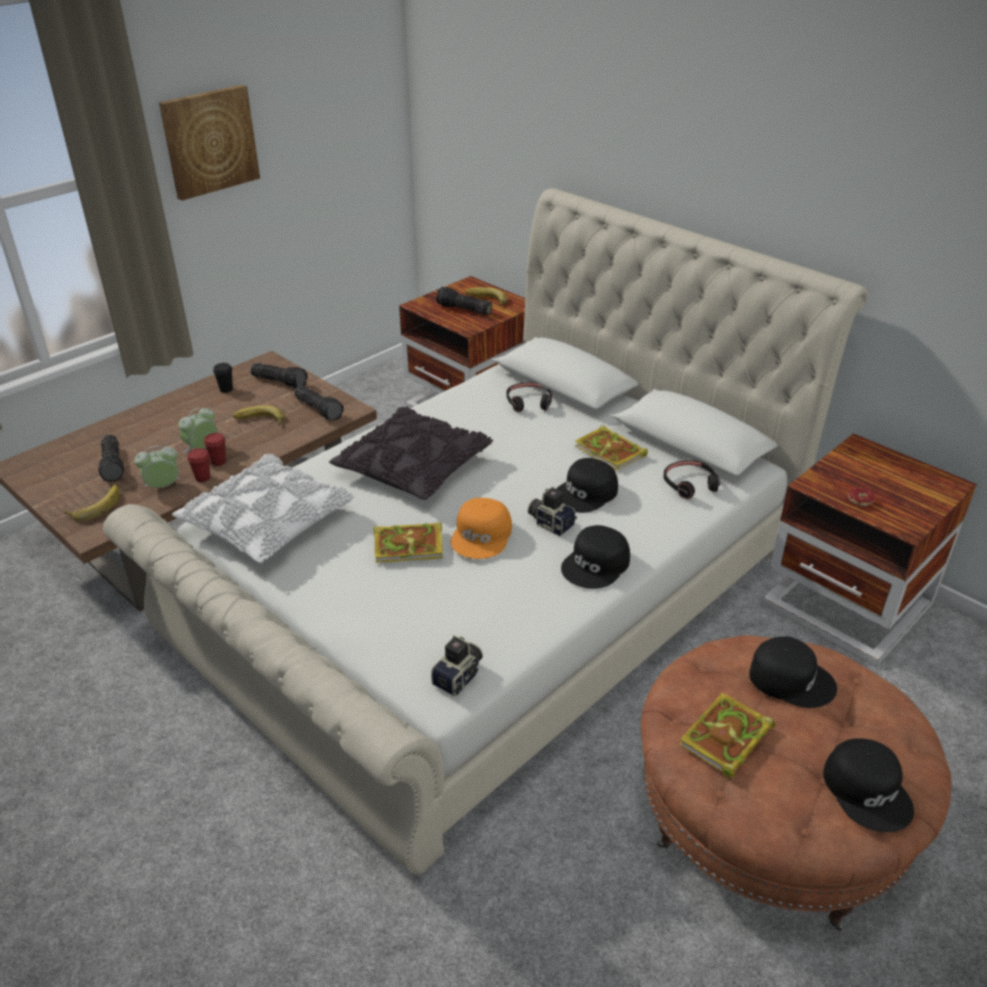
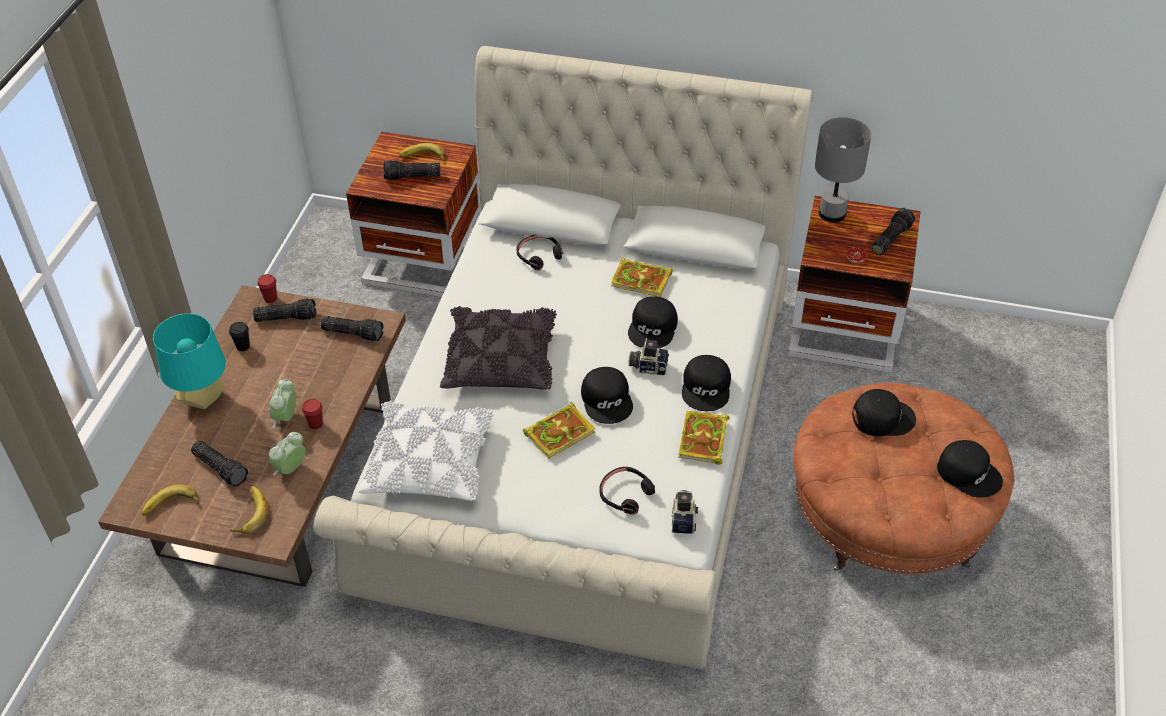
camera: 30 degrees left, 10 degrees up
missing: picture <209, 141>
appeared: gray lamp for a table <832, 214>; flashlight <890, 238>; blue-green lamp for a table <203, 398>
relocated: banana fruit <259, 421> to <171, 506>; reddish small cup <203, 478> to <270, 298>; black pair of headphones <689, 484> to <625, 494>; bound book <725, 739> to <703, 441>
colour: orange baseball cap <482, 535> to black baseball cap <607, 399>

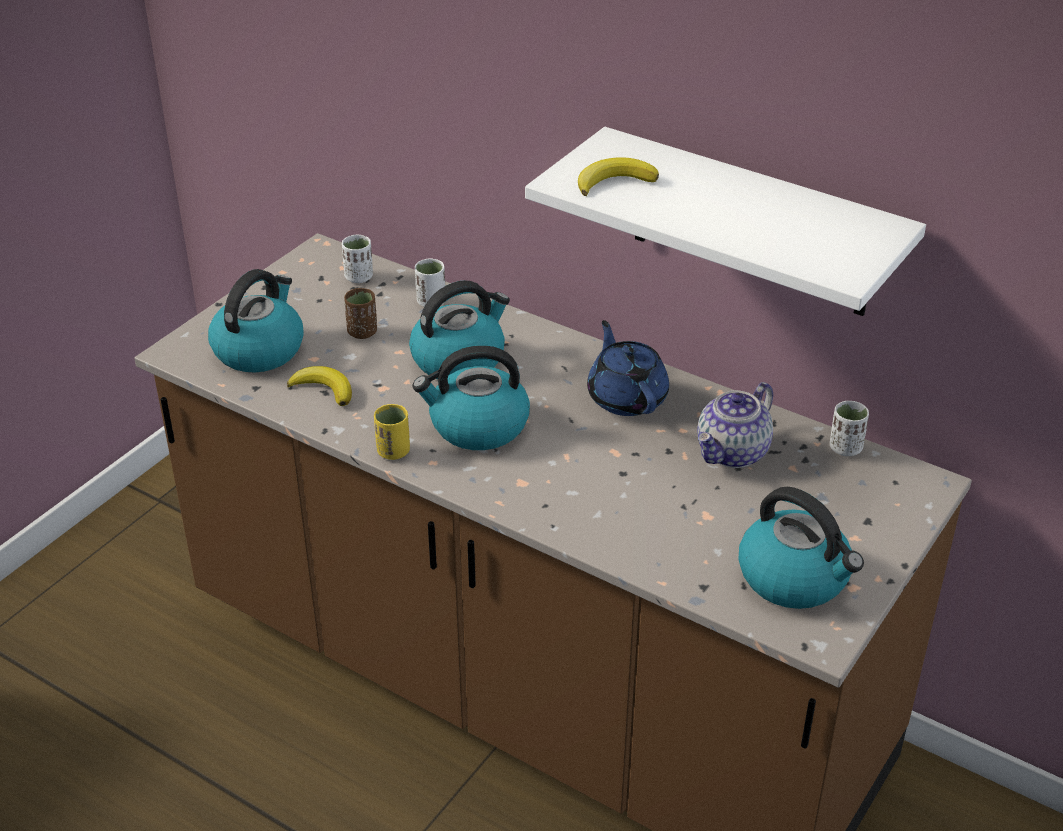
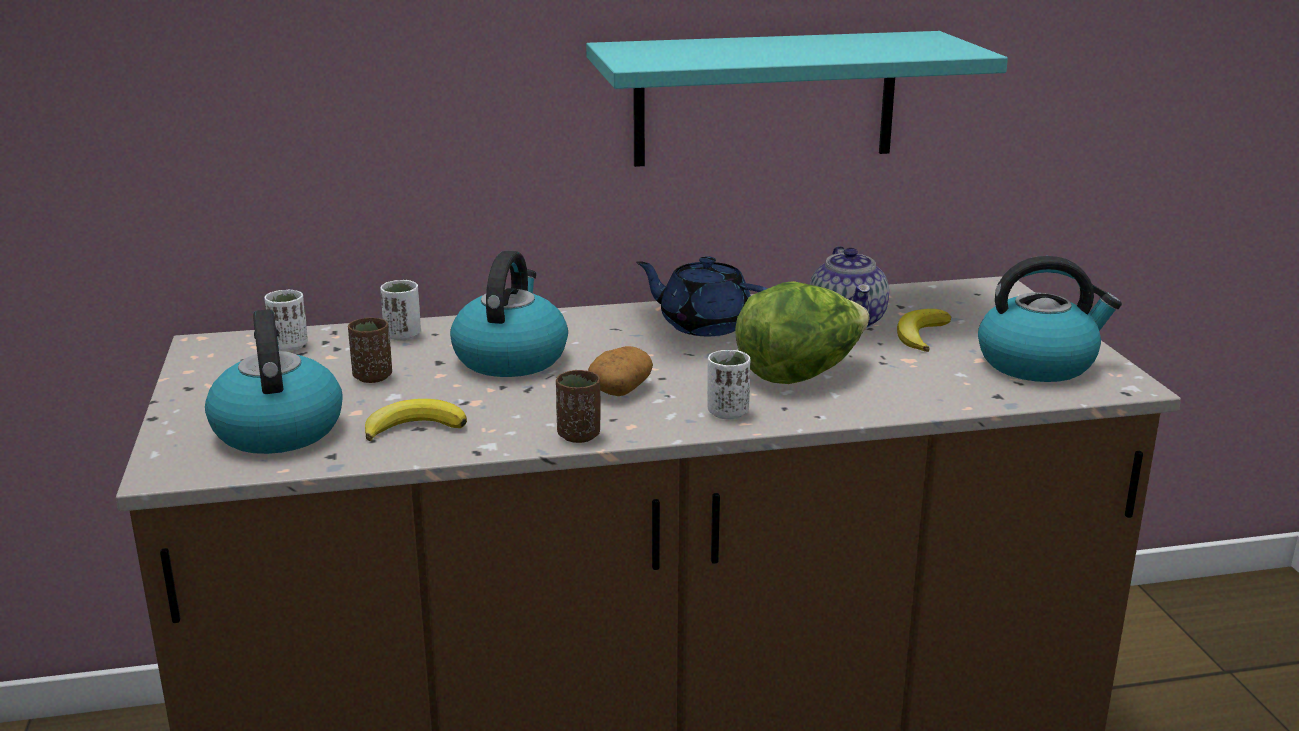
camera: 45 degrees left, 15 degrees down
appeared: lettuce <800, 374>
relocated: banana fruit <614, 182> to <920, 335>; white-coloured small cup <845, 448> to <727, 413>
exchanged: kettle <477, 426> to spud <620, 388>
colour: white-coloured wall shelf <751, 224> to blue-green wall shelf <765, 98>; yellowish small cup <393, 451> to brownish small cup <579, 435>

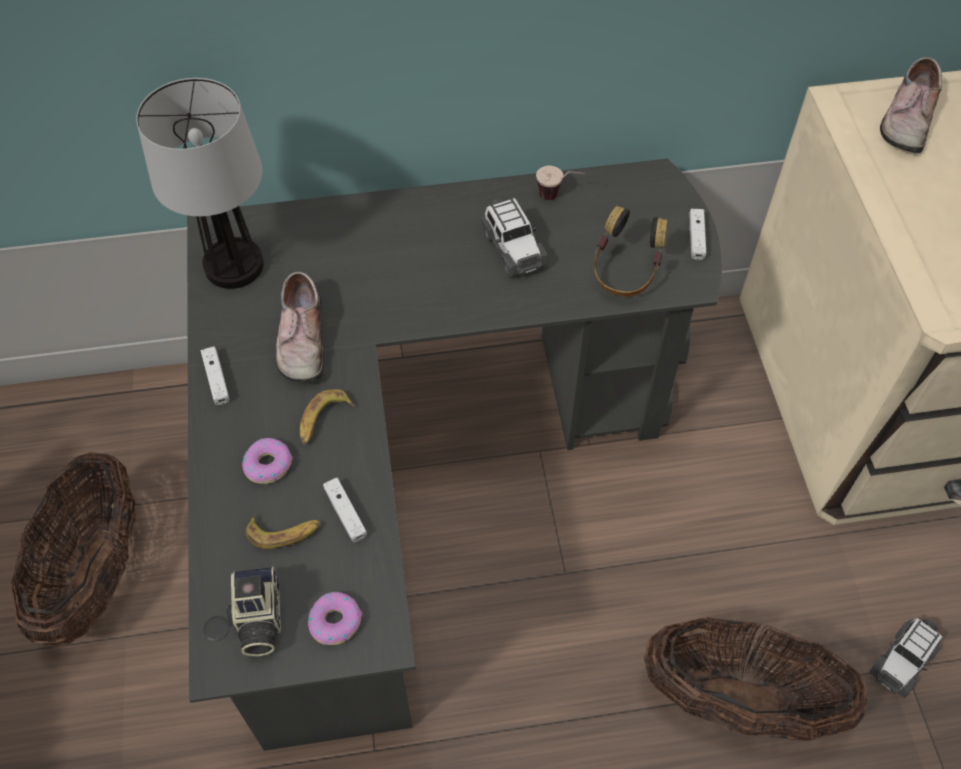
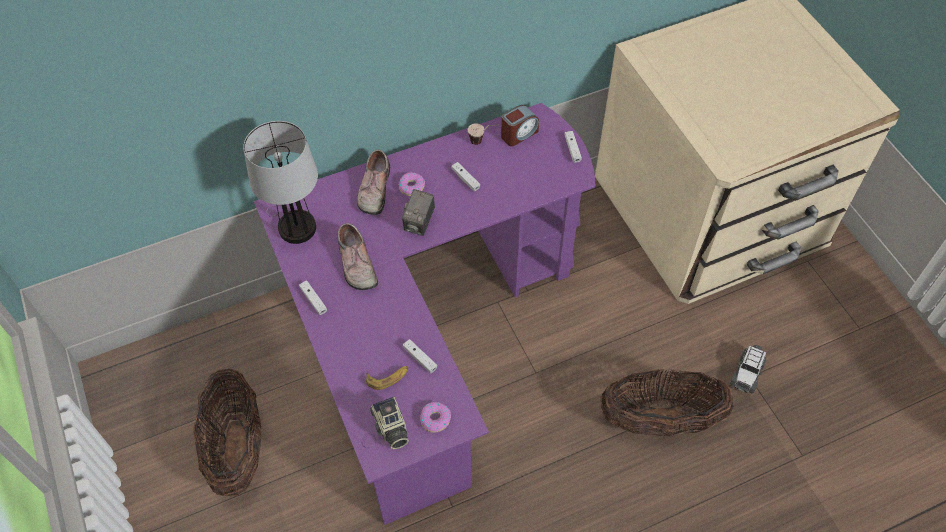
camera: 15 degrees left, 0 degrees up
missing: pair of headphones <625, 273>; banana fruit <323, 420>
appeared: bedside clock <519, 134>; still camera <419, 223>
relocated: shoe <905, 118> to <373, 189>; ring doughnut <267, 464> to <411, 186>
exchanged: model car <513, 248> to white-coloured joypad <465, 179>
colour: black desk unit <418, 472> to purple-coloured desk unit <425, 333>

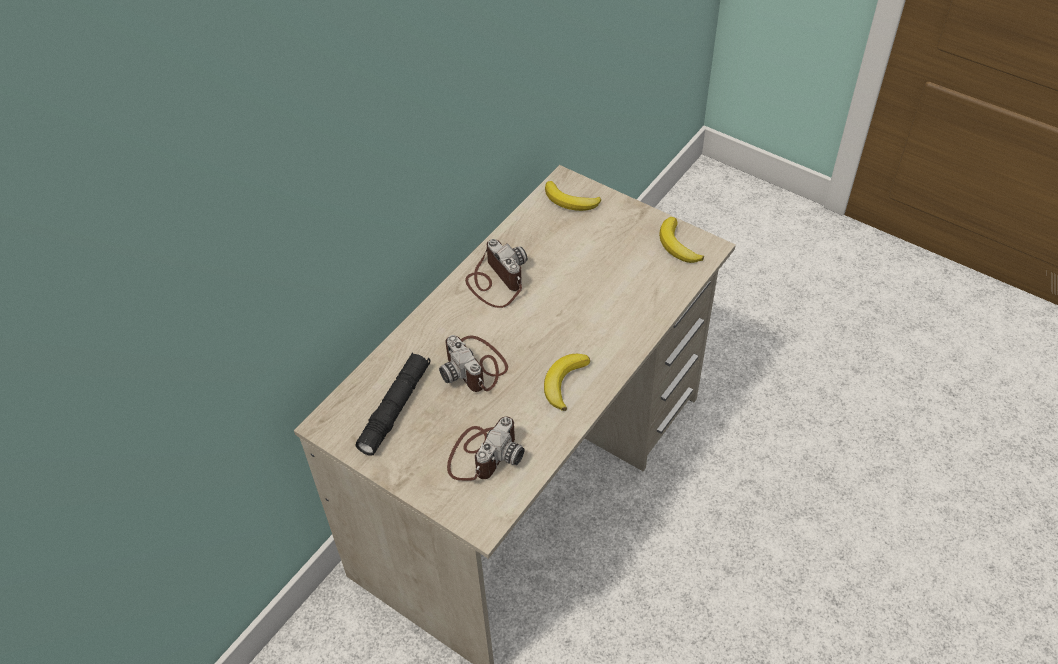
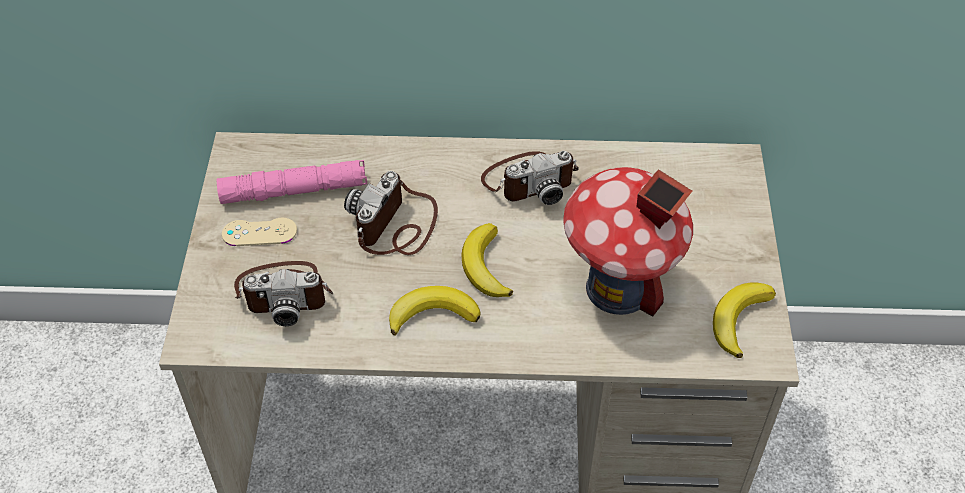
camera: 55 degrees right, 0 degrees up
appeared: toy house <618, 288>; beige joypad <259, 232>
relocated: banana fruit <570, 201> to <485, 266>
colour: black flashlight <395, 408> to pink flashlight <294, 190>
spun: still camera <495, 281> = <529, 180> 45 degrees clockwise

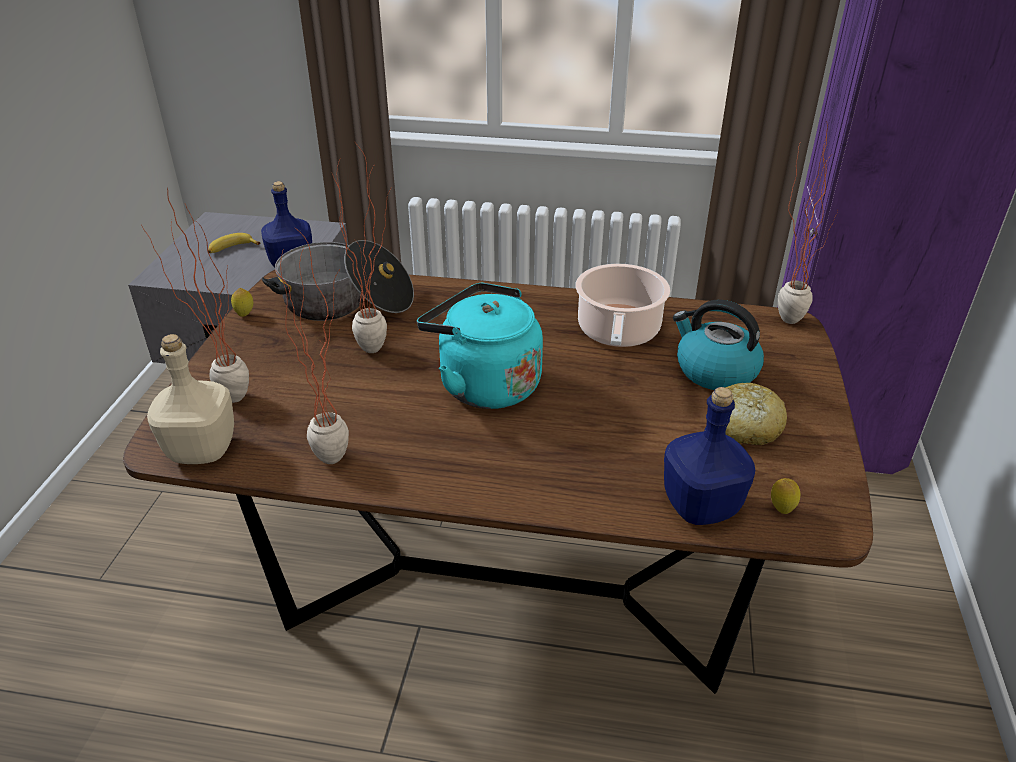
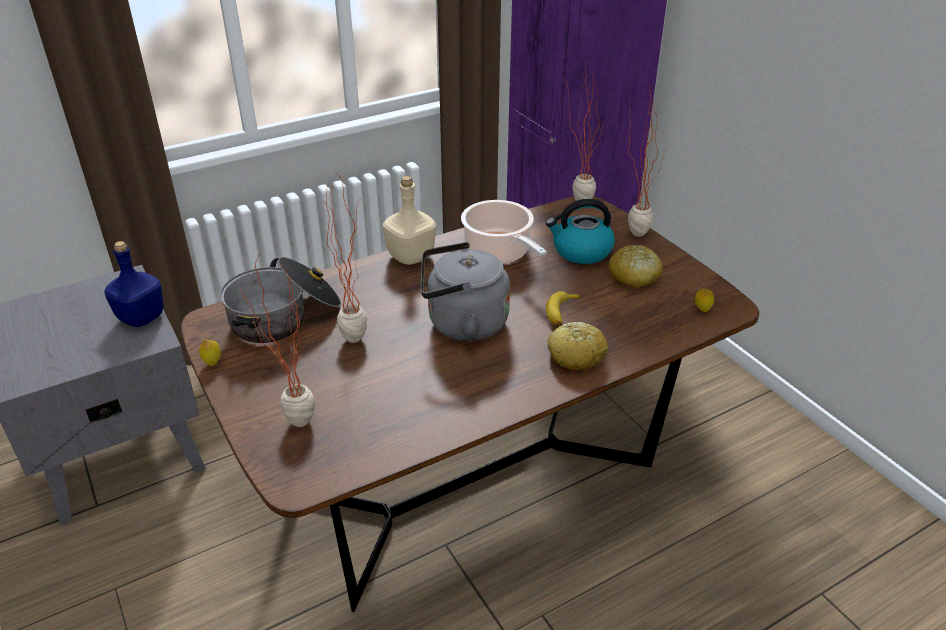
camera: 40 degrees left, 0 degrees up
missing: blue beverage bottle <699, 507>
appeared: baked bread <576, 355>
relocated: potted plant <337, 450> to <633, 230>; banana fruit <232, 249> to <562, 313>; beige beverage bottle <203, 449> to <411, 256>
colour: blue-green kettle <484, 384> to gray kettle <462, 324>

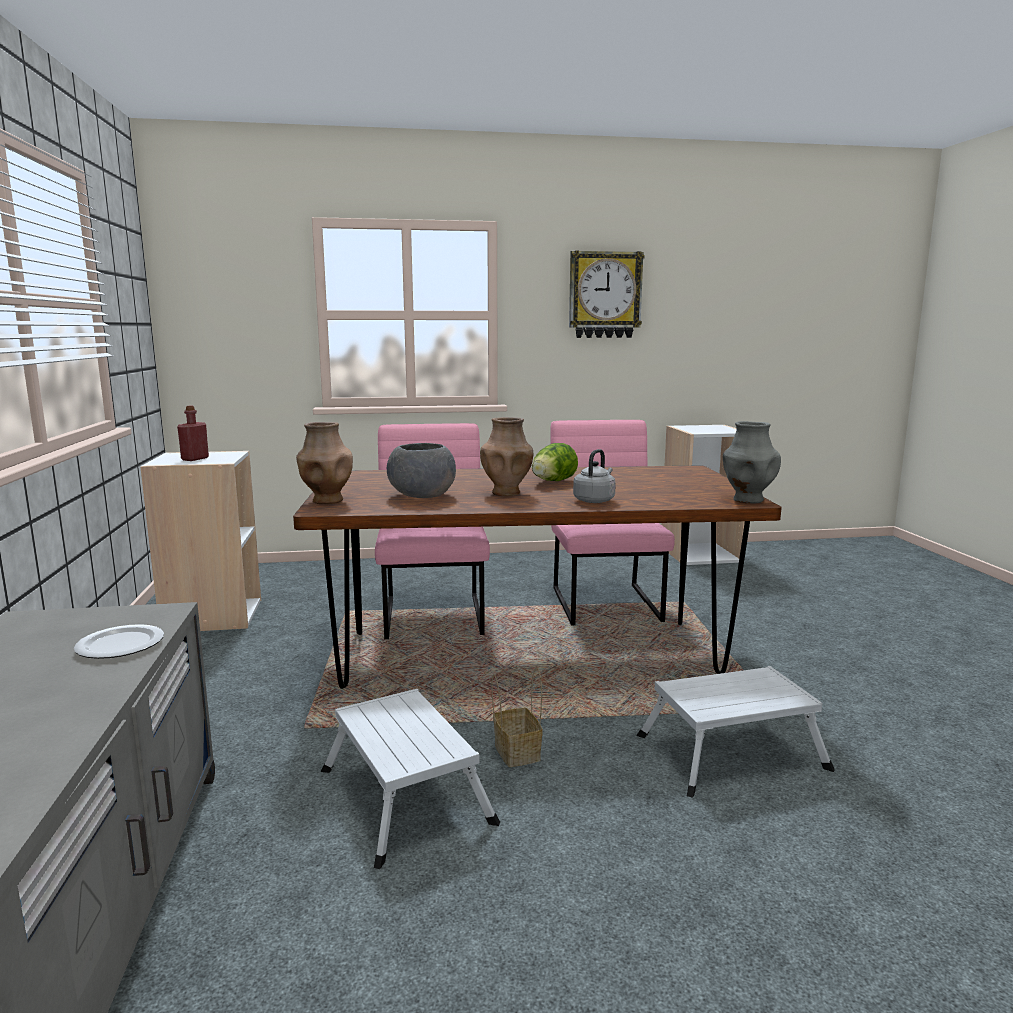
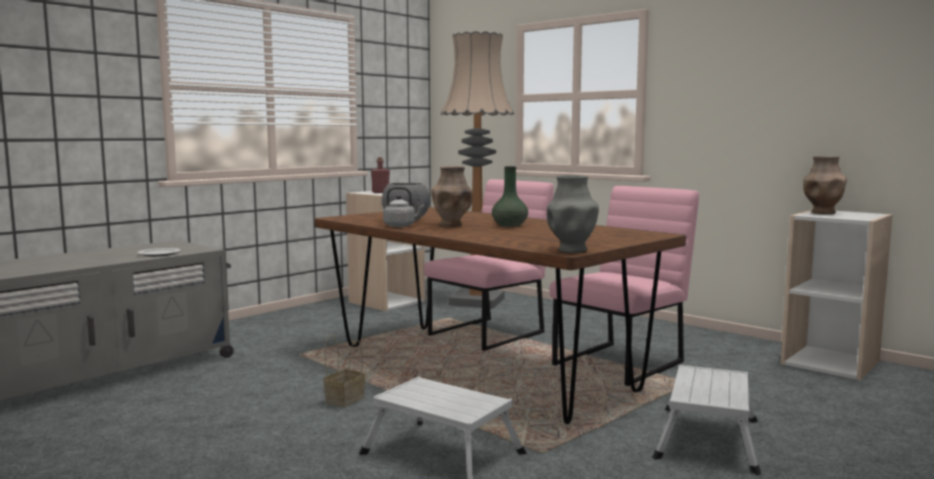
camera: 50 degrees right, 5 degrees down
missing: hanging clock <604, 295>
appeared: standard lamp <477, 301>
relocated: brownish vase <327, 501> to <822, 213>; gray kettle <595, 500> to <401, 226>; white-coloured step ladder <406, 796> to <708, 439>
exchanged: lettuce <553, 482> to green-coloured vase <510, 225>

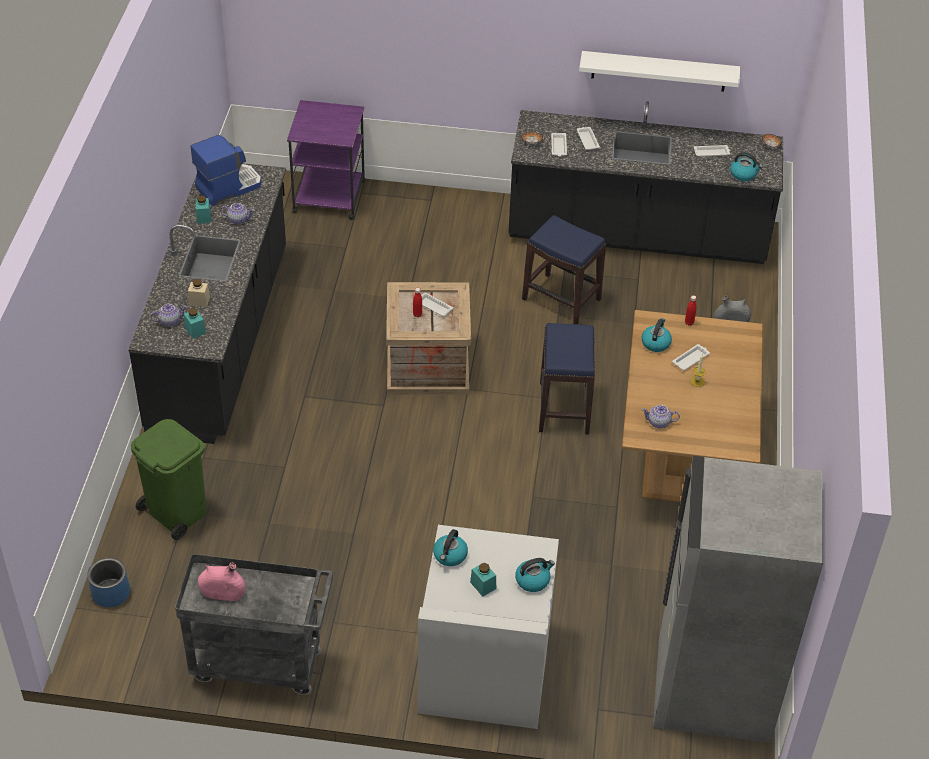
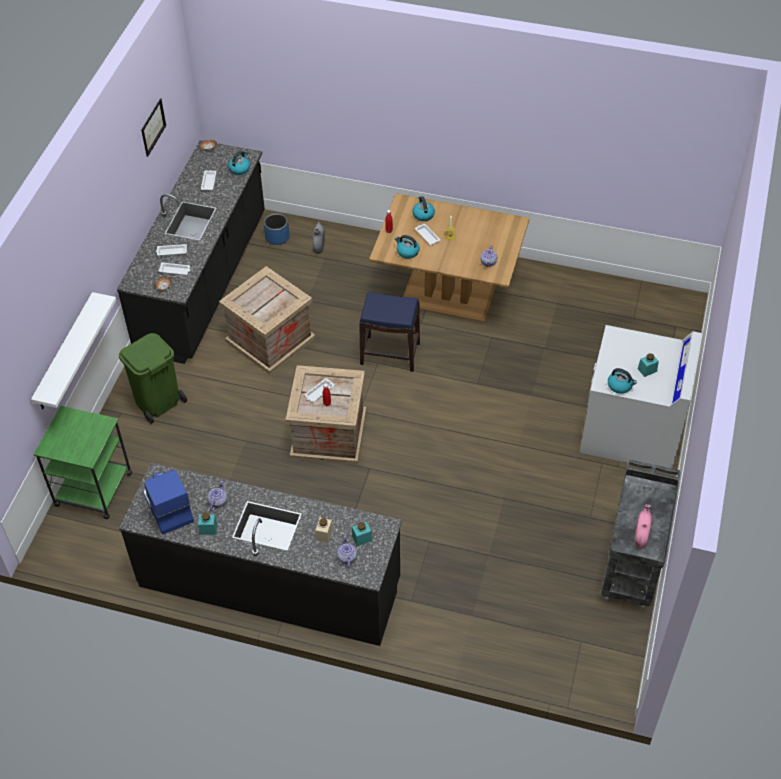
camera: 80 degrees left, 5 degrees up
missing: gray fridge <713, 691>
appeared: picture <153, 127>
relocated: white-coloured wall shelf <659, 71> to <65, 353>; green-coloured rubbish bin <176, 511> to <158, 402>; blue plant pot <110, 593> to <277, 237>; kettle <533, 580> to <423, 214>
exchanged: stool seat <561, 299> to packing crate <270, 339>
colour: purple-coloured wheeled cart <330, 197> to green-coloured wheeled cart <94, 488>

